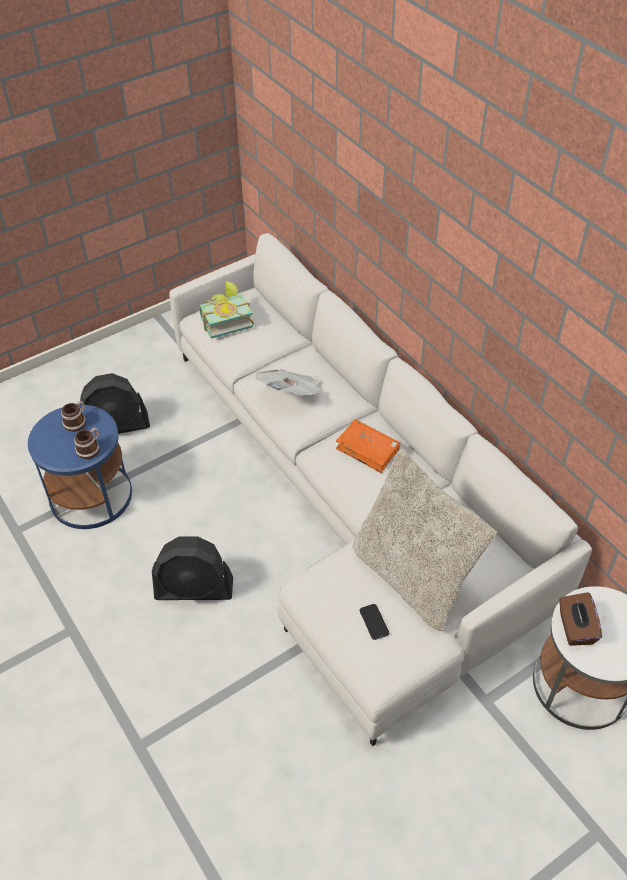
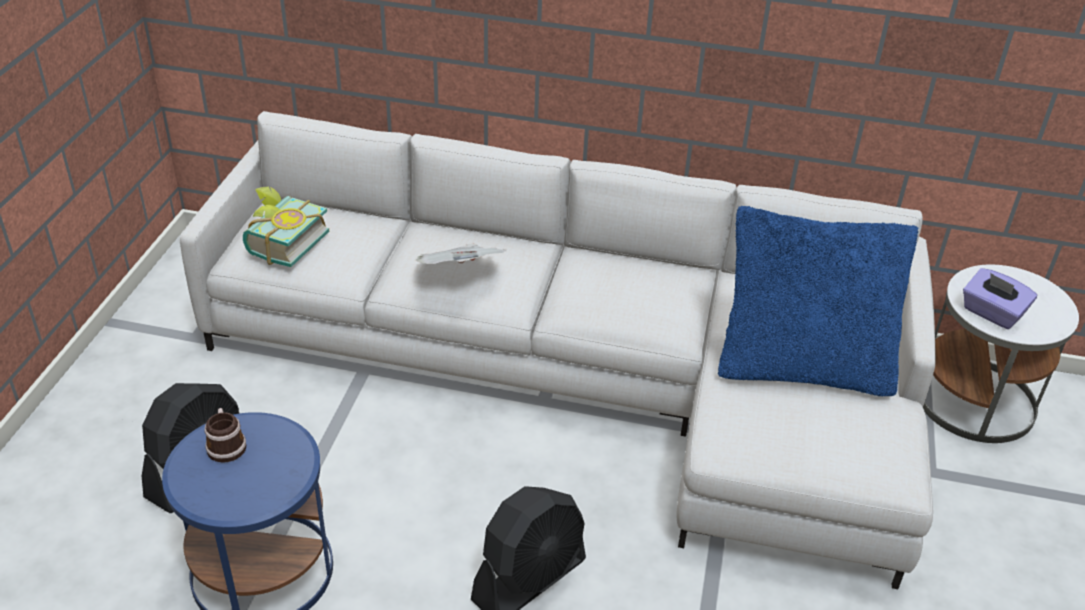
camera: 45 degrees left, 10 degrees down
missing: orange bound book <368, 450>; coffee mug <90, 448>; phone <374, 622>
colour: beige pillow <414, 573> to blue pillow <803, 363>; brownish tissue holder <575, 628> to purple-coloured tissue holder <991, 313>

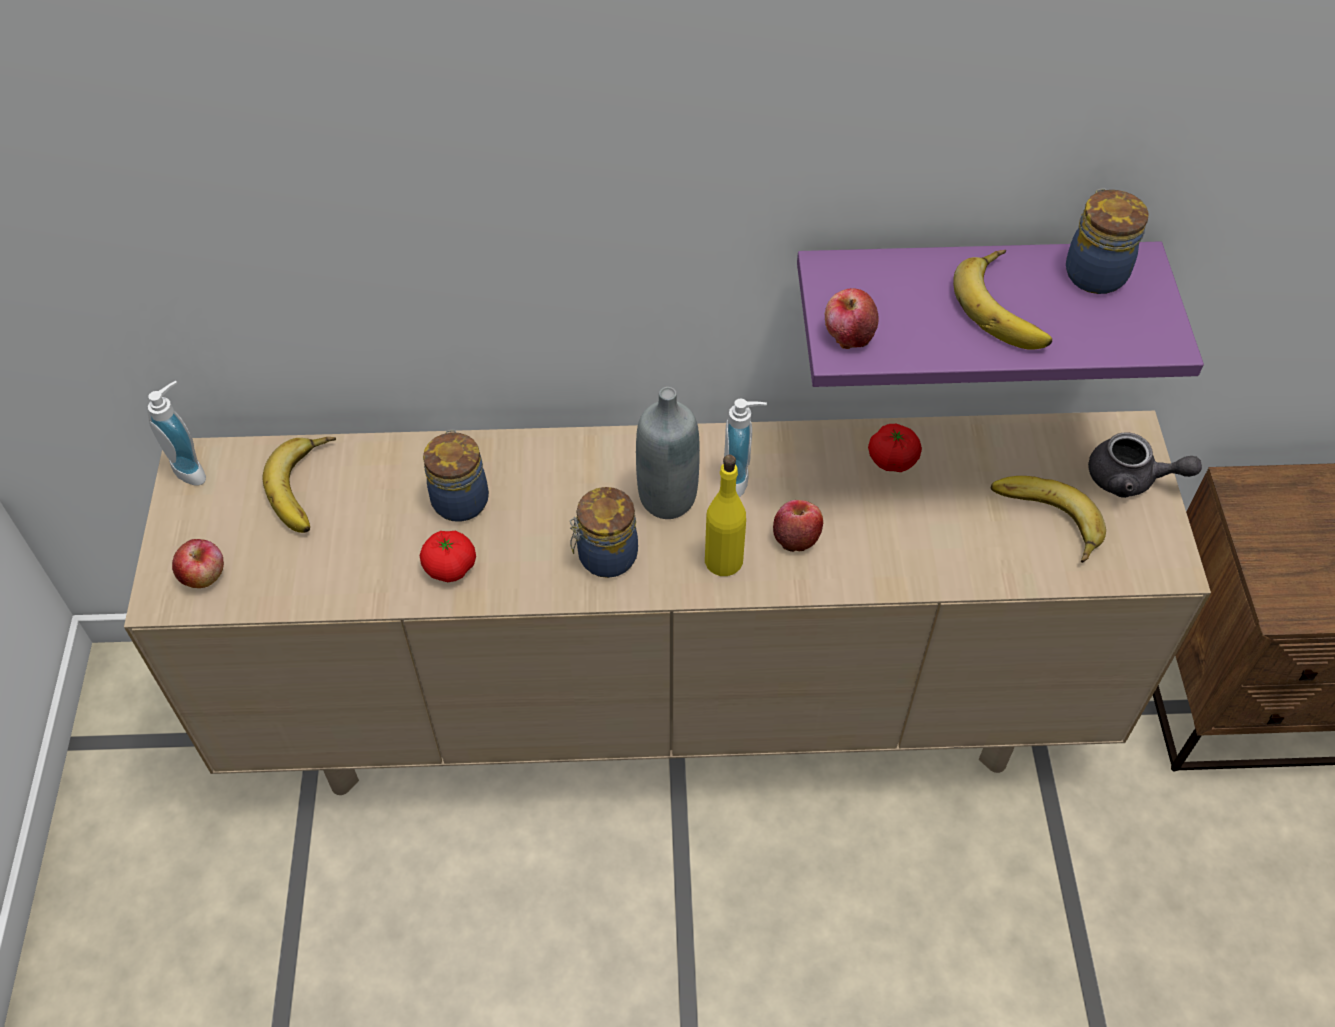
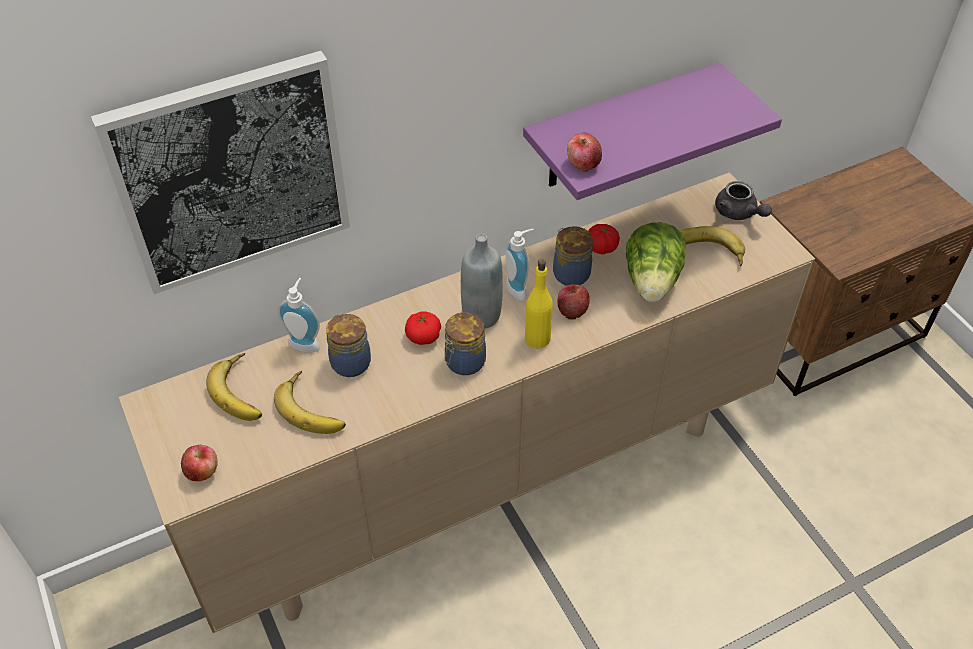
camera: 25 degrees left, 5 degrees down
appeared: picture <231, 172>; lettuce <652, 282>
relocated: storage jar <1094, 272> to <570, 273>; banana fruit <1008, 306> to <314, 407>; soap dispenser <193, 468> to <305, 342>; whole tomato <450, 567> to <423, 336>
spun: gray tea pot <1130, 479> = <738, 213> 60 degrees clockwise

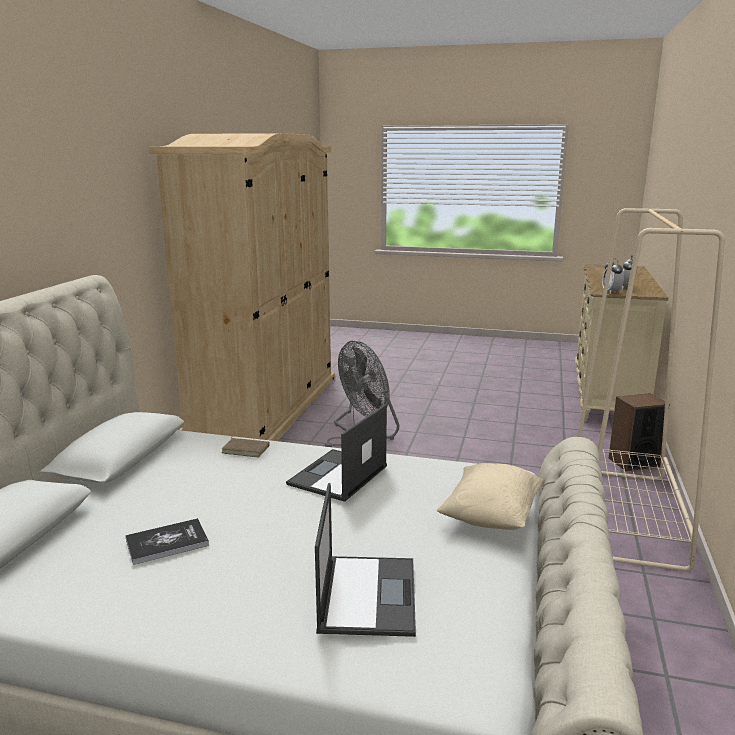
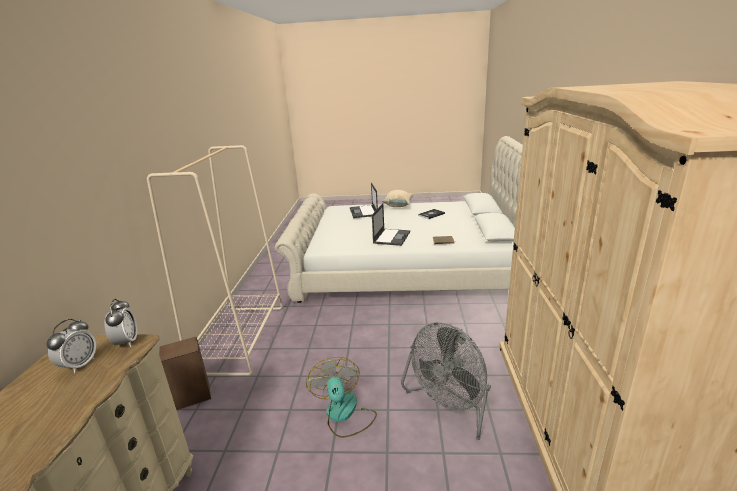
camera: 170 degrees right, 5 degrees up
appeared: electric fan <344, 414>
relocated: beige pillow <491, 516> to <398, 206>

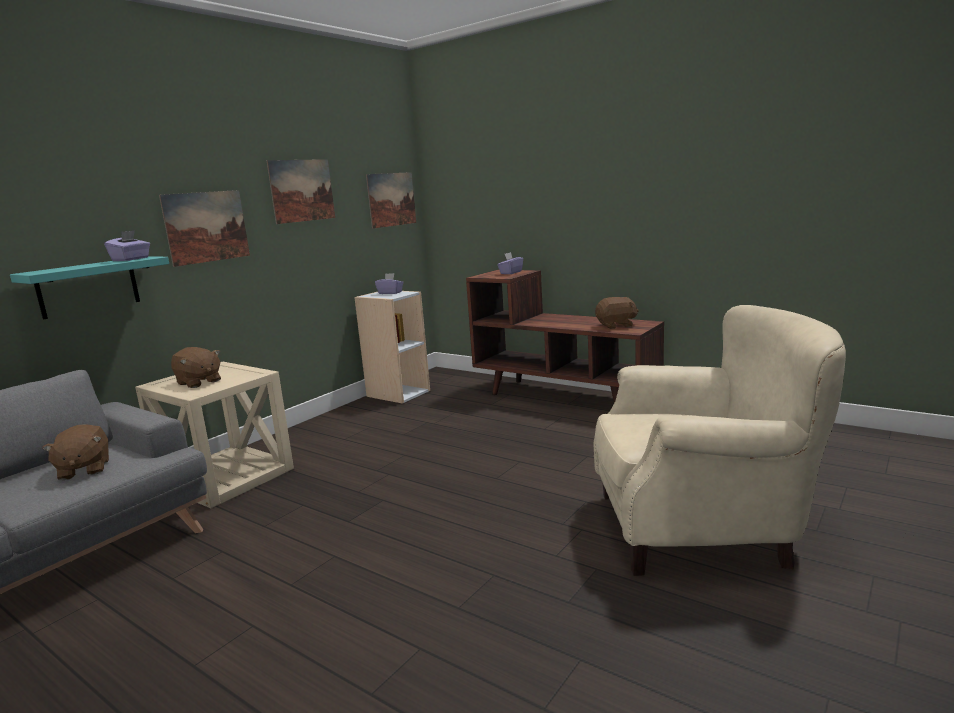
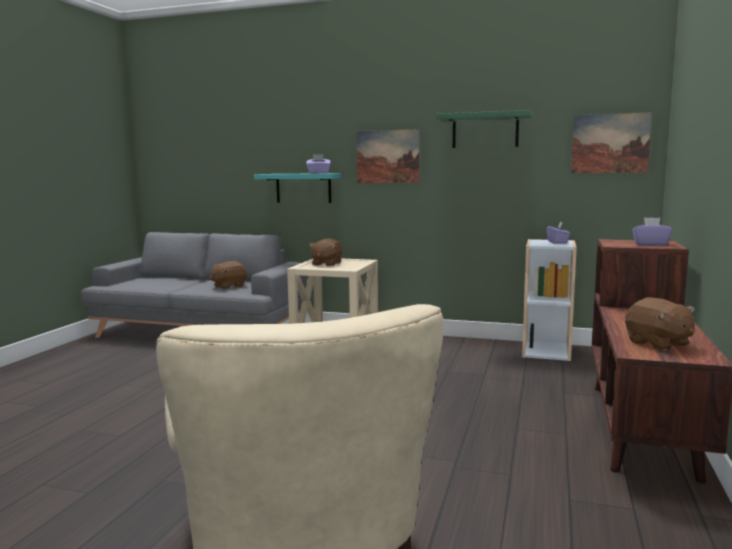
camera: 70 degrees right, 5 degrees down
exchanged: picture <302, 190> to green-coloured wall shelf <485, 131>

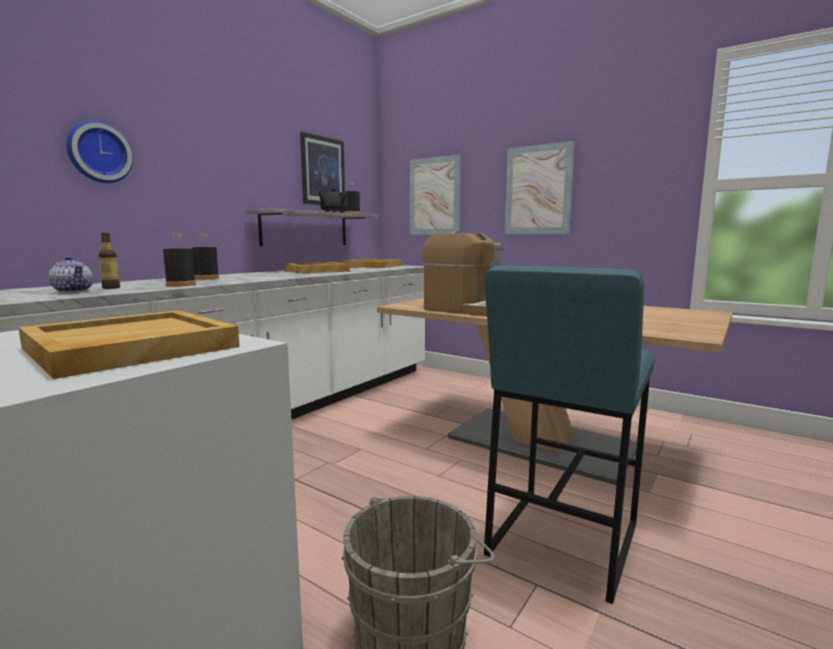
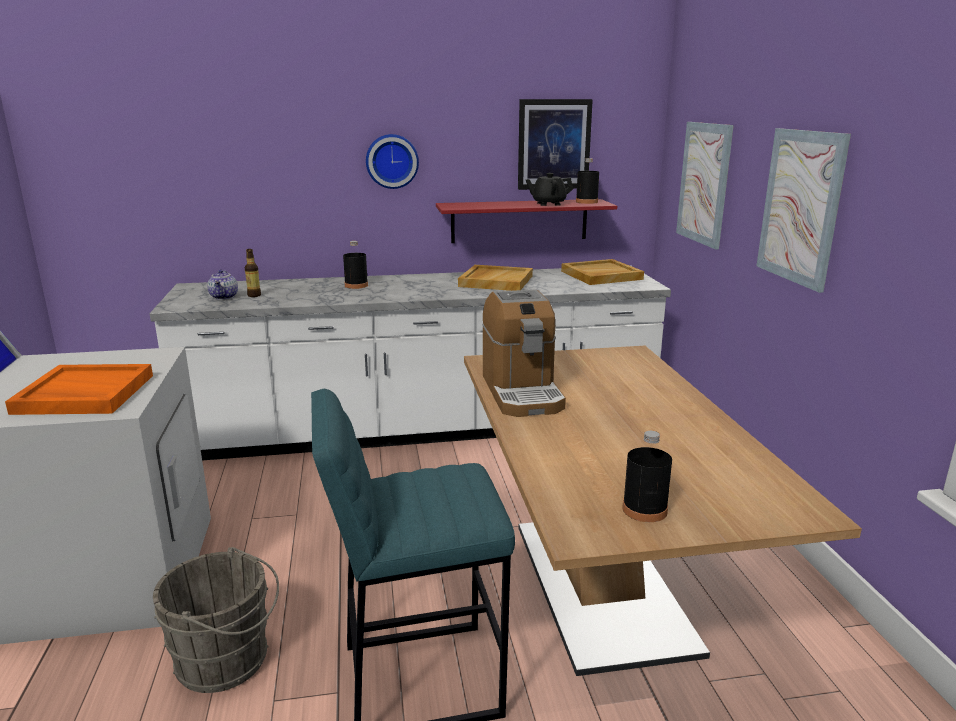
camera: 45 degrees right, 10 degrees up
relocated: hanging clock <98, 153> to <392, 161>; black beverage bottle <181, 285> to <644, 510>
colour: gray wall shelf <305, 229> to reddish wall shelf <519, 221>; beige tray <130, 348> to orange tray <83, 394>

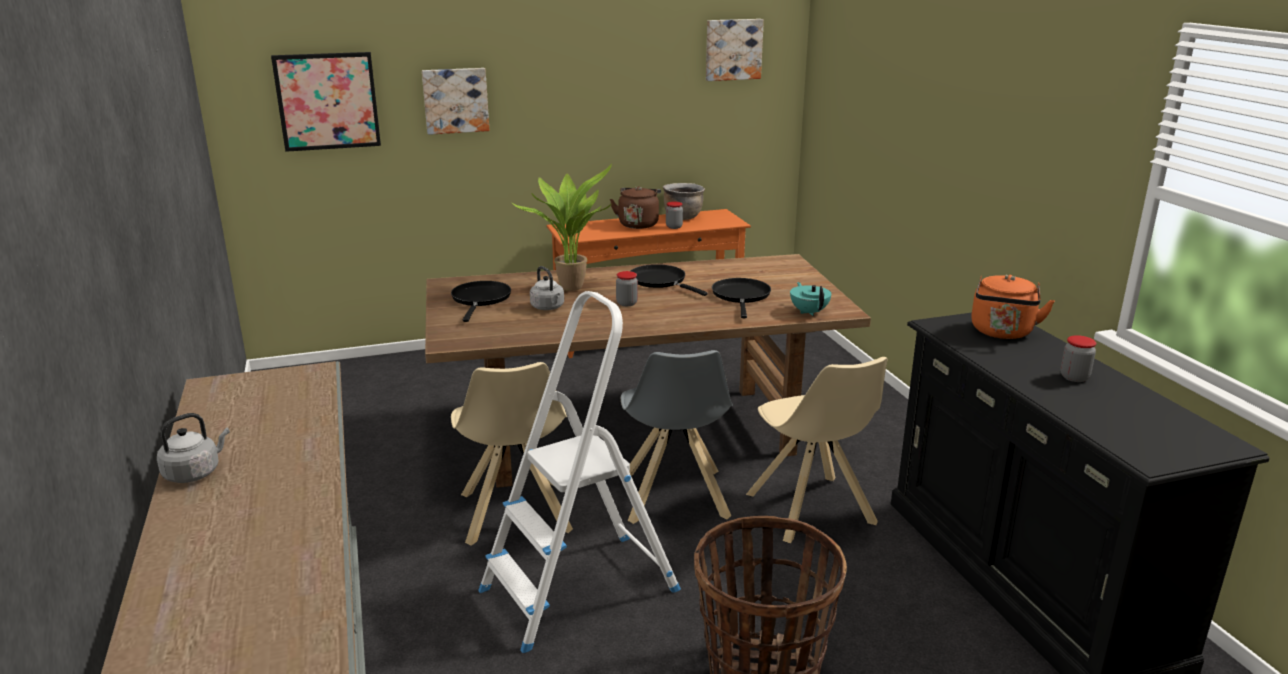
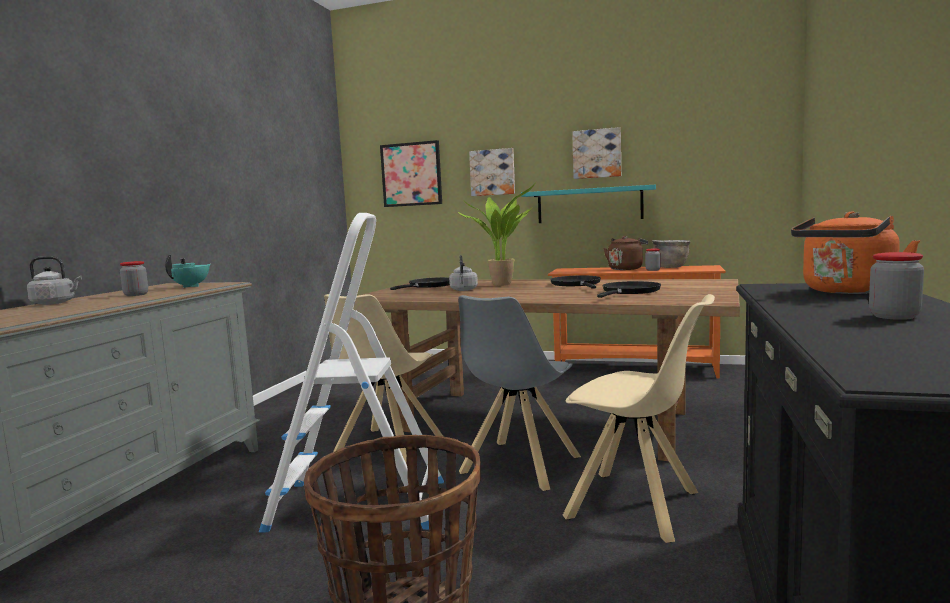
camera: 35 degrees right, 15 degrees down
appeared: blue-green wall shelf <589, 205>
relocated: picture <733, 49> to <597, 153>; storage jar <627, 303> to <136, 295>; blue-green tea pot <809, 312> to <191, 286>
spun: beige chair <811, 510> = <637, 506> 75 degrees counterclockwise

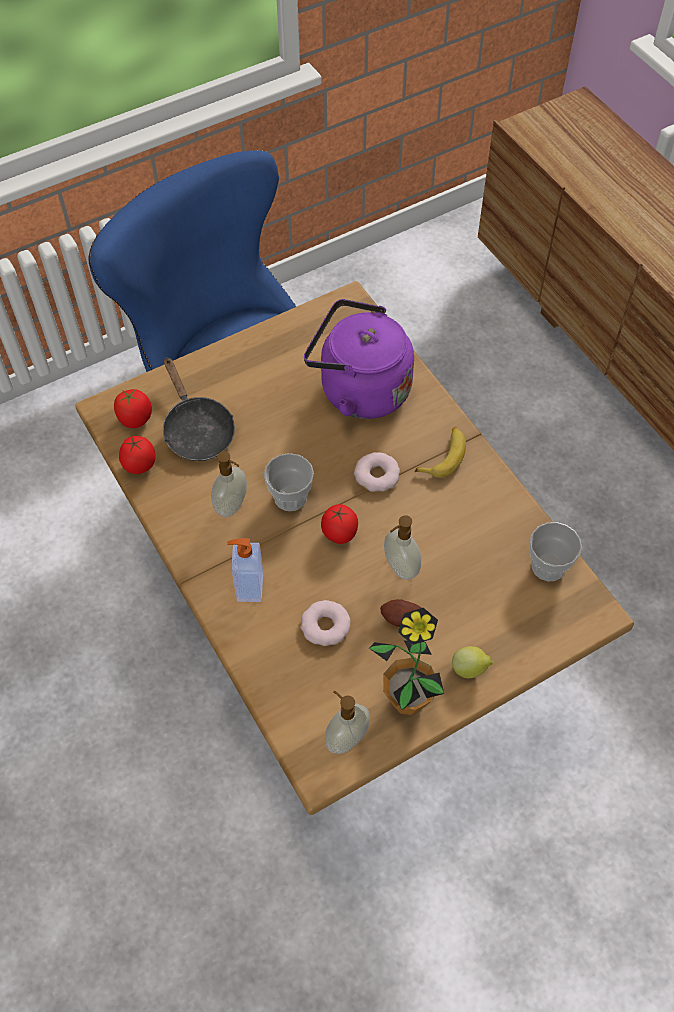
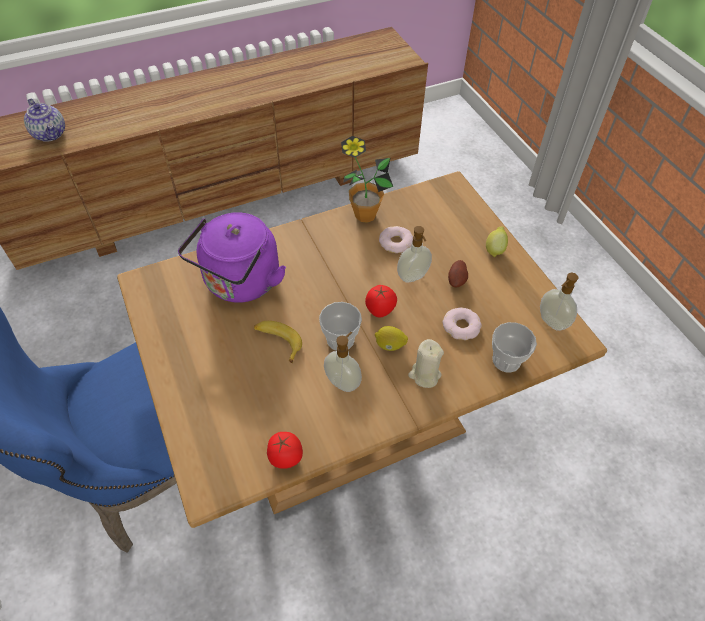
camera: 85 degrees left, 5 degrees down
missing: black skillet <196, 430>; whole tomato <136, 419>
appeared: tea pot <50, 134>; lemon <390, 345>
relocated: banana fruit <443, 456> to <278, 341>; ring doughnut <377, 475> to <396, 242>; small cup <548, 566> to <506, 360>; potted plant <408, 700> to <365, 215>
exchanged: soap dispenser <248, 587> to beige candle <424, 375>

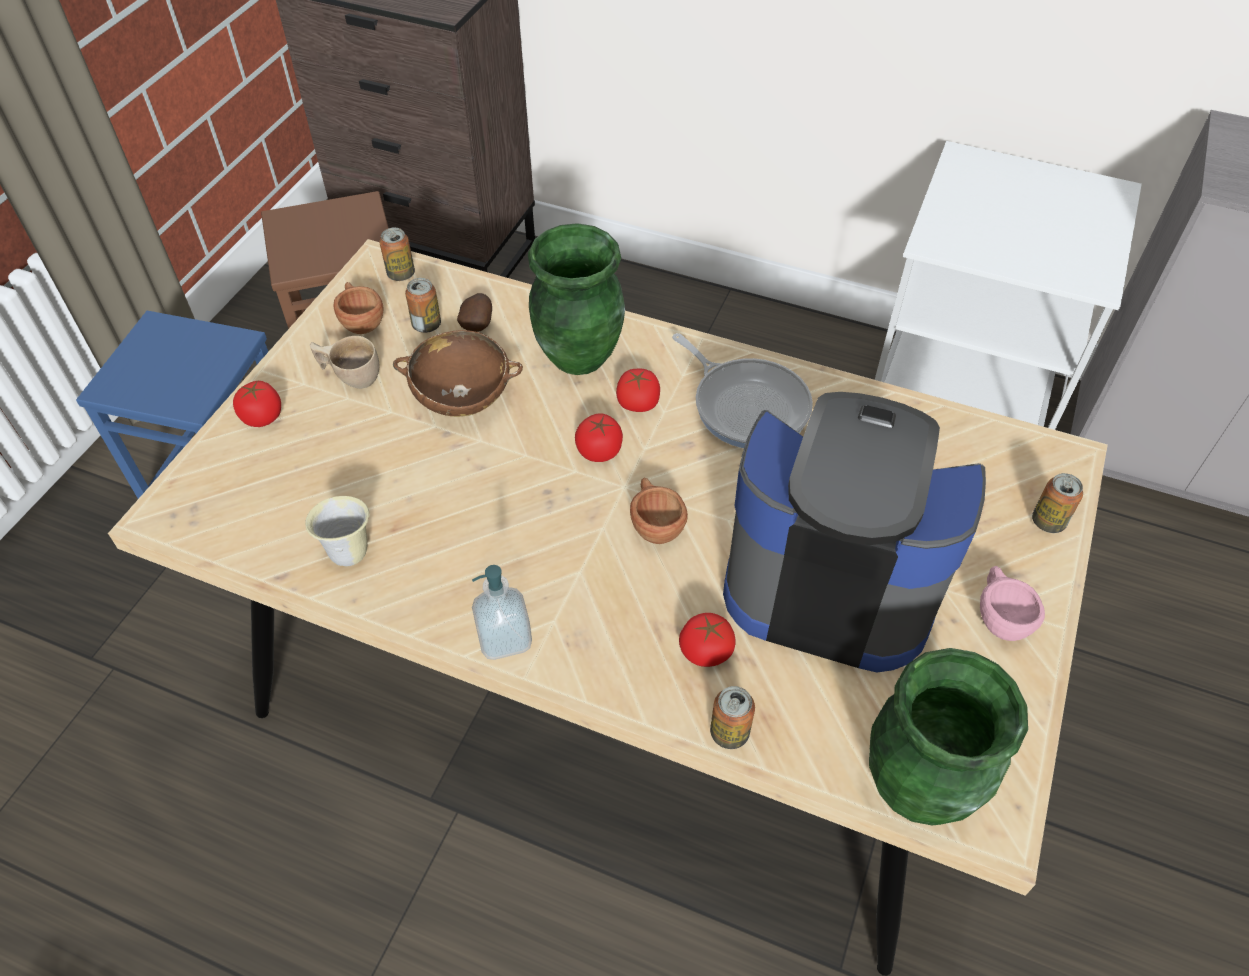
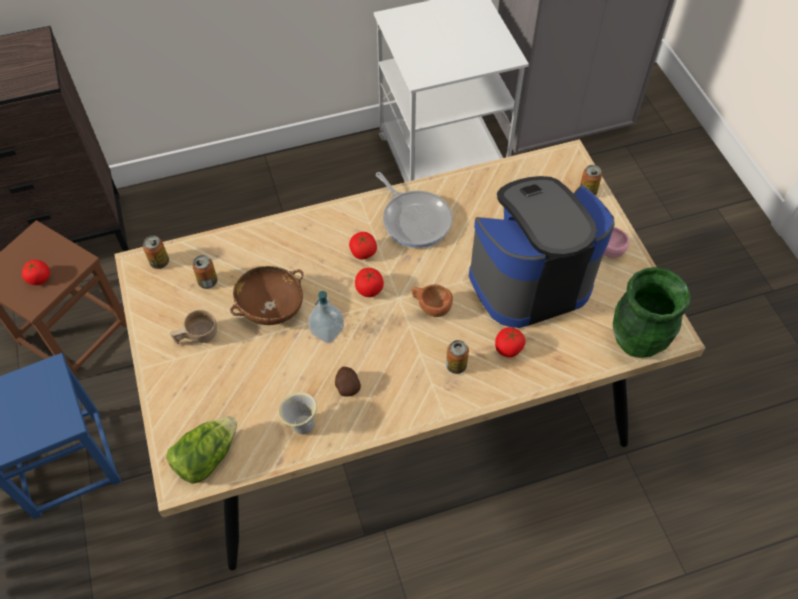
camera: 40 degrees left, 5 degrees up
missing: green-coloured vase <579, 355>; brownish small cup <361, 321>
appeared: lettuce <206, 457>
relocated: spud <478, 323> to <347, 386>; whole tomato <262, 417> to <39, 278>; soap dispenser <504, 638> to <327, 330>; metal can <729, 733> to <456, 366>
spun: skillet <747, 405> = <415, 219> 45 degrees clockwise

